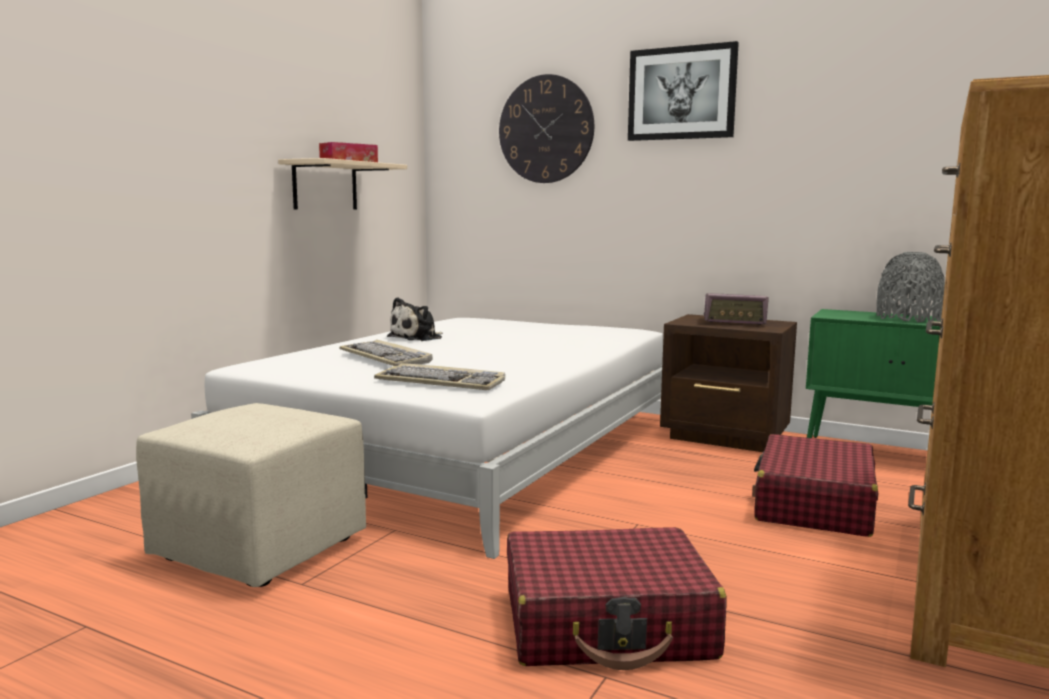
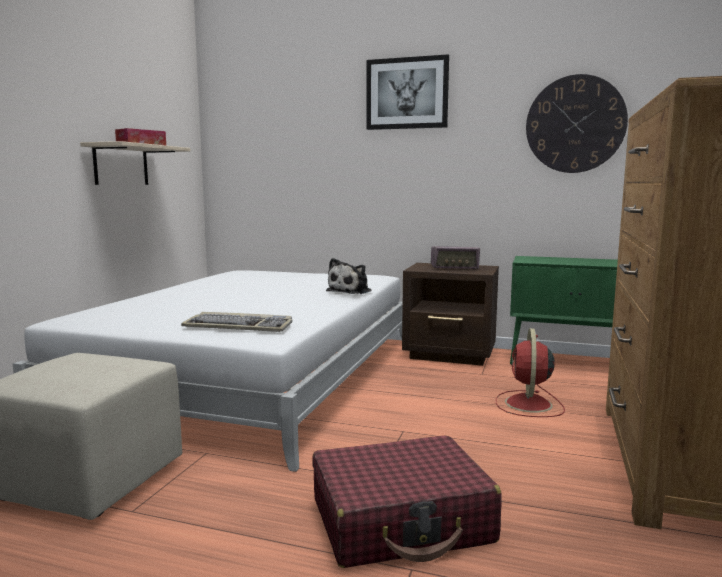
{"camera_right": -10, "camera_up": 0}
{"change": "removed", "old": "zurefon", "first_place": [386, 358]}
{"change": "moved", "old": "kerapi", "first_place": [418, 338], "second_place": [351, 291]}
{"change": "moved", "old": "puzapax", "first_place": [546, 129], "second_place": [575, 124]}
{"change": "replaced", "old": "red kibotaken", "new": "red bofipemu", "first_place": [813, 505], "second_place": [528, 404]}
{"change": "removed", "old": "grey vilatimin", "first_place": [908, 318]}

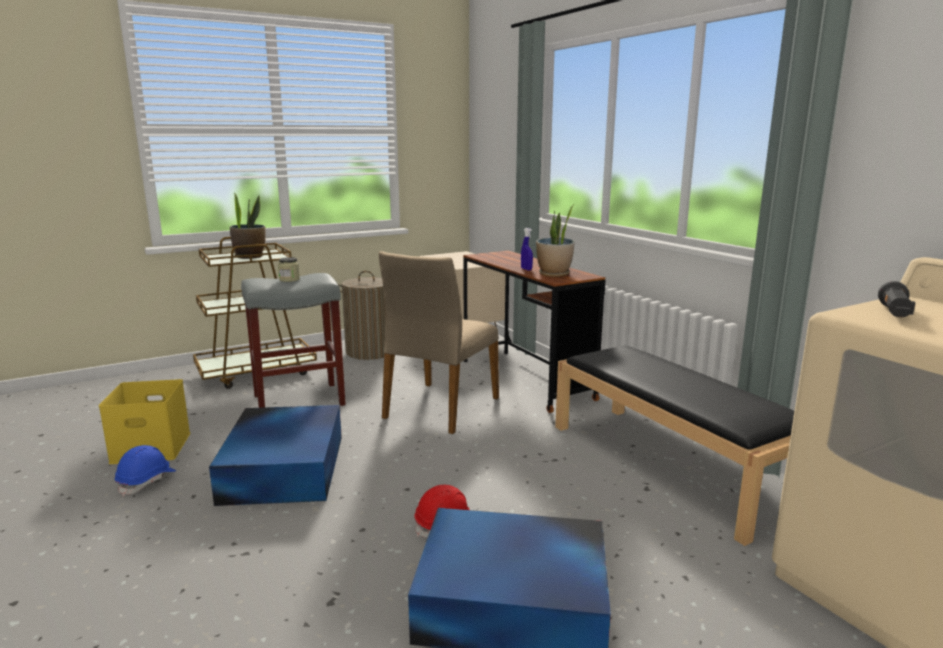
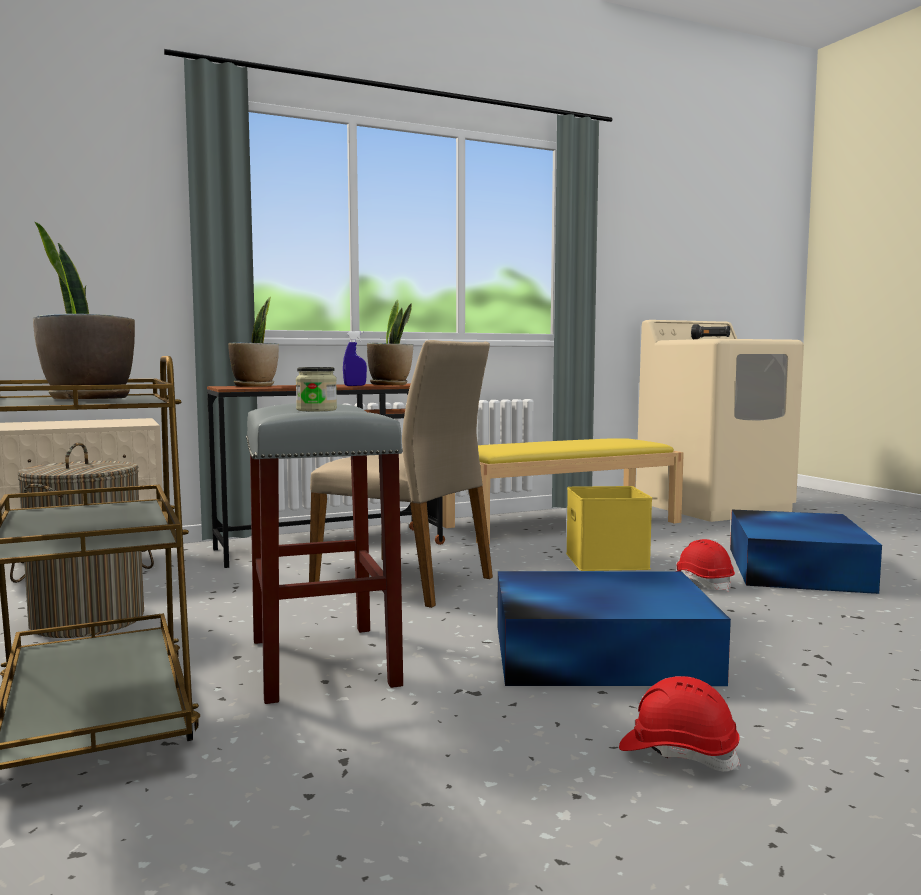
{"camera_right": -85, "camera_up": -10}
{"change": "moved", "old": "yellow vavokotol", "first_place": [153, 447], "second_place": [604, 560]}
{"change": "recoloured", "old": "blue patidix", "new": "red patidix", "first_place": [147, 481], "second_place": [678, 753]}
{"change": "recoloured", "old": "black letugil", "new": "yellow letugil", "first_place": [670, 465], "second_place": [564, 524]}
{"change": "added", "new": "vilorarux", "second_place": [255, 386]}

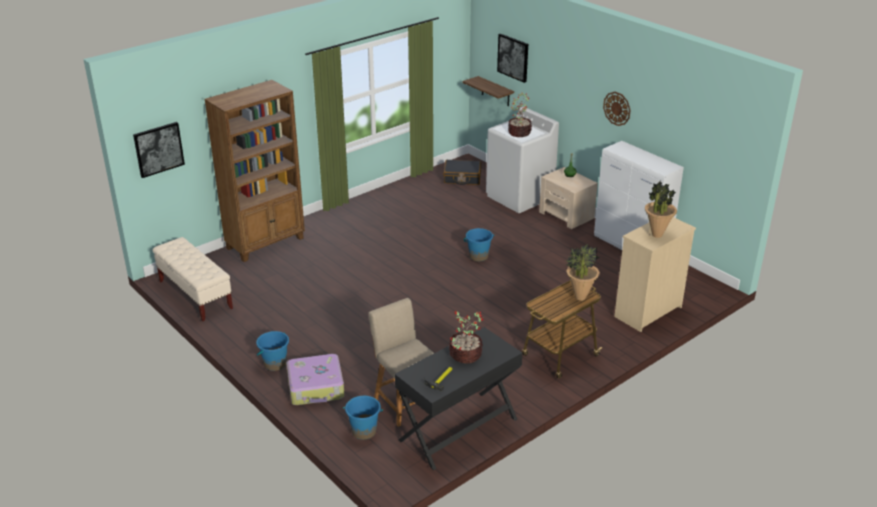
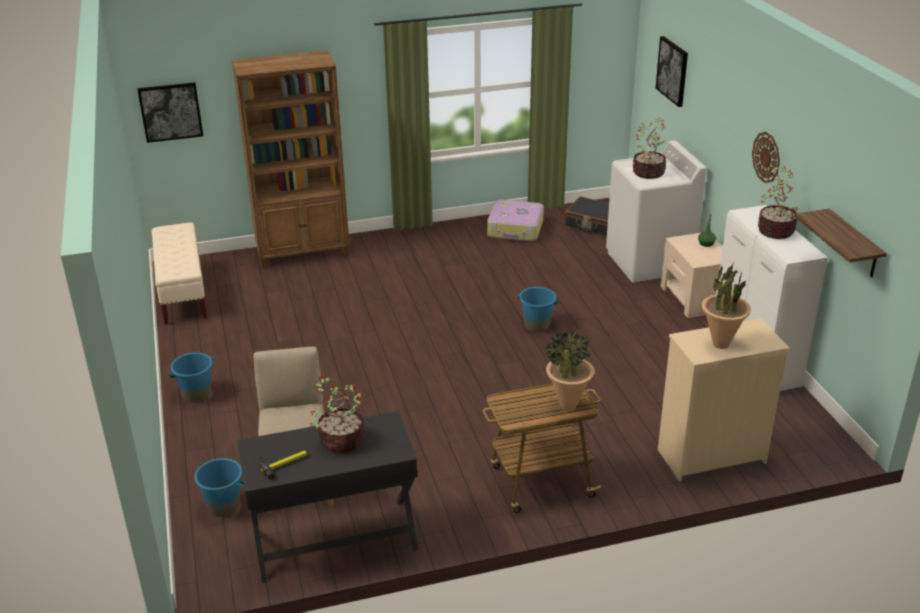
{"camera_right": 25, "camera_up": 0}
{"change": "moved", "old": "kibotaken", "first_place": [316, 387], "second_place": [515, 229]}
{"change": "moved", "old": "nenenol", "first_place": [495, 91], "second_place": [854, 244]}
{"change": "added", "new": "vilorarux", "second_place": [775, 230]}

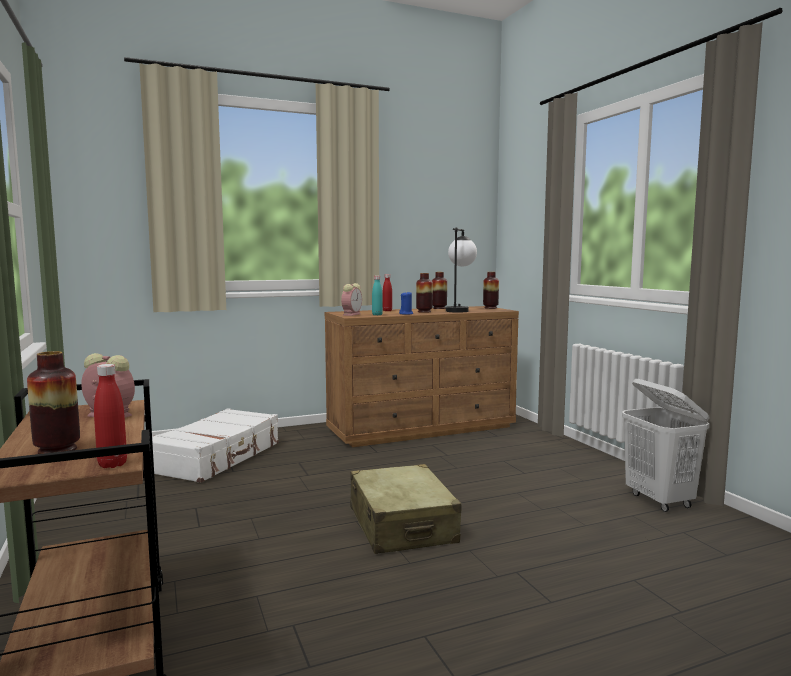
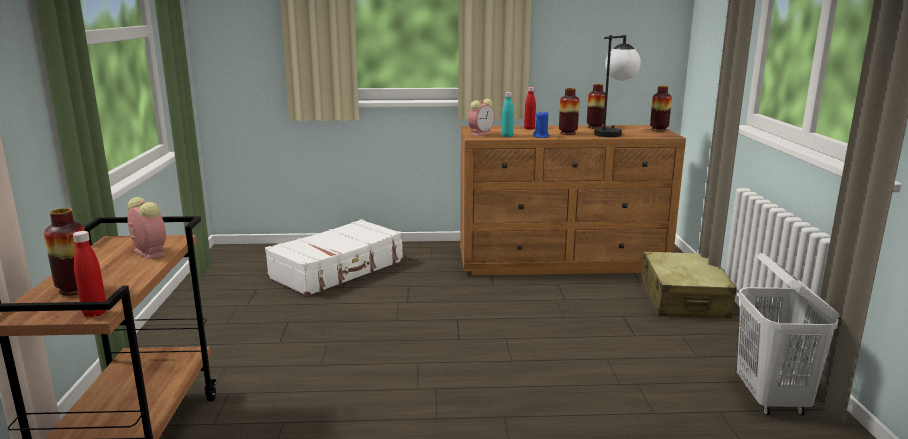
{"camera_right": 20, "camera_up": 10}
{"change": "moved", "old": "beige kibotaken", "first_place": [402, 525], "second_place": [683, 299]}

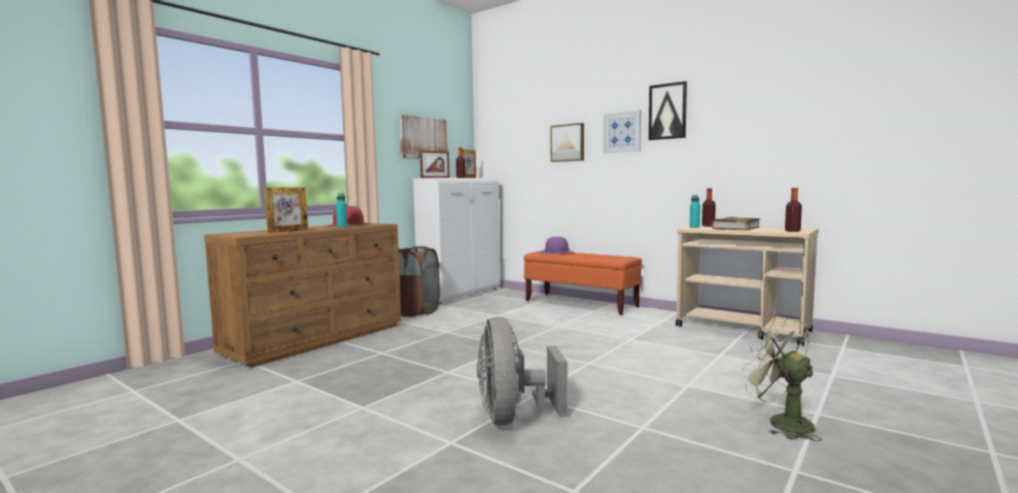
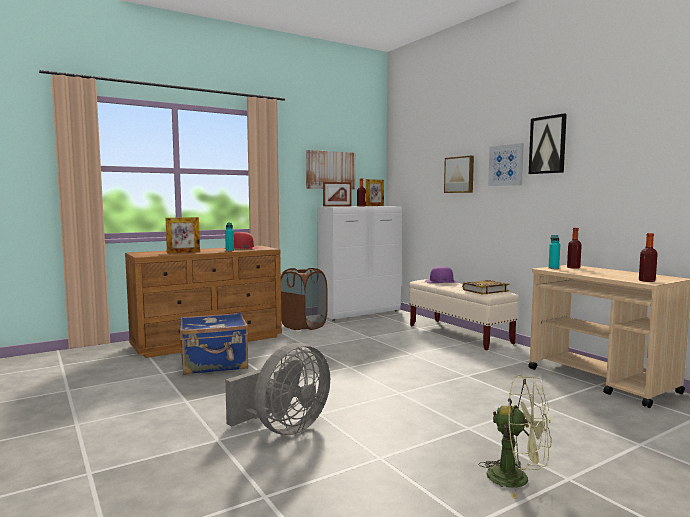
{"camera_right": 20, "camera_up": 0}
{"change": "turned", "old": "grey bofipemu", "first_place": [513, 417], "second_place": [284, 429], "degrees": -150}
{"change": "recoloured", "old": "orange letugil", "new": "beige letugil", "first_place": [580, 304], "second_place": [459, 334]}
{"change": "moved", "old": "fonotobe", "first_place": [735, 228], "second_place": [485, 290]}
{"change": "turned", "old": "green bofipemu", "first_place": [781, 422], "second_place": [517, 479], "degrees": 135}
{"change": "added", "new": "blue kibotaken", "second_place": [215, 364]}

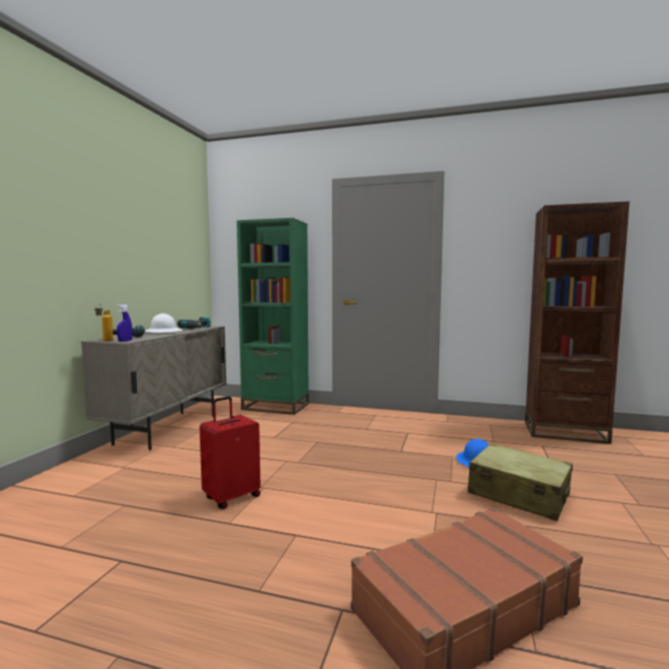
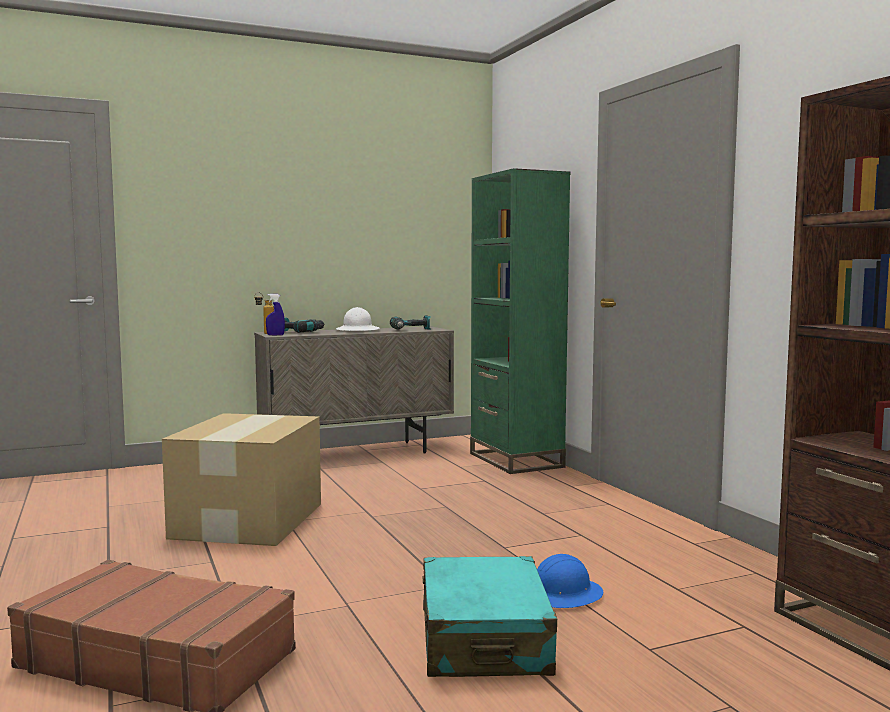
{"camera_right": 50, "camera_up": 0}
{"change": "replaced", "old": "red kibotaken", "new": "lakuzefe", "first_place": [231, 497], "second_place": [250, 520]}
{"change": "recoloured", "old": "beige kibotaken", "new": "turquoise kibotaken", "first_place": [518, 494], "second_place": [484, 640]}

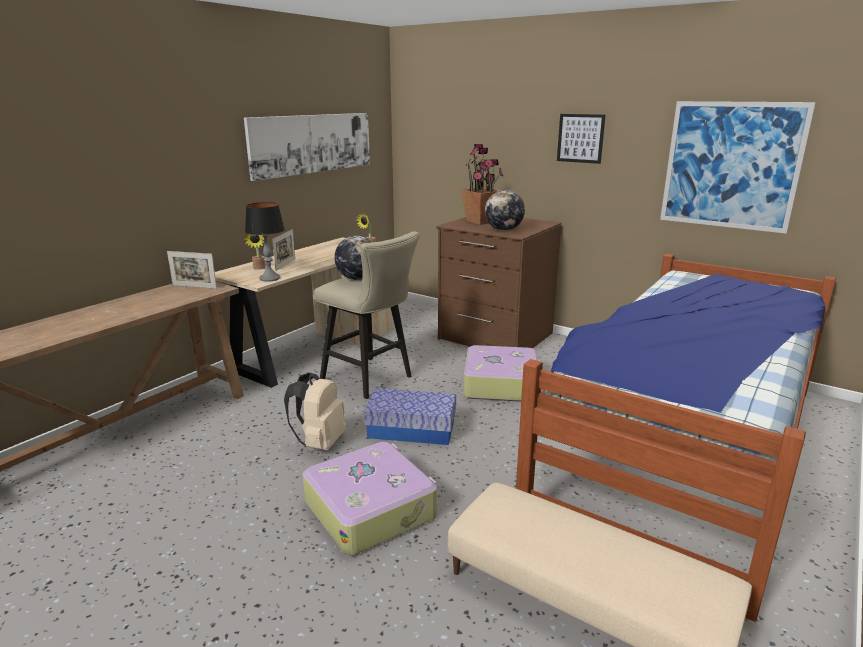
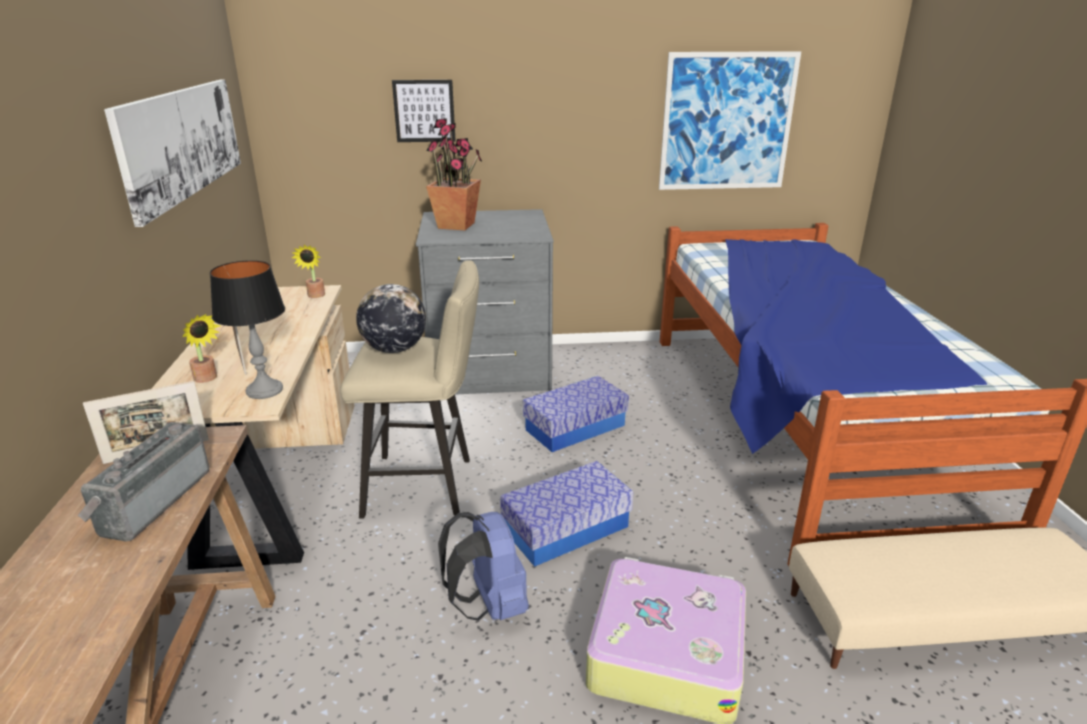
{"camera_right": -40, "camera_up": 5}
{"change": "recoloured", "old": "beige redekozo", "new": "blue redekozo", "first_place": [320, 443], "second_place": [489, 605]}
{"change": "recoloured", "old": "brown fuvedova", "new": "grey fuvedova", "first_place": [494, 337], "second_place": [490, 371]}
{"change": "replaced", "old": "kibotaken", "new": "vavokotol", "first_place": [500, 384], "second_place": [575, 428]}
{"change": "removed", "old": "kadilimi", "first_place": [503, 230]}
{"change": "moved", "old": "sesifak", "first_place": [580, 138], "second_place": [424, 111]}
{"change": "added", "new": "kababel", "second_place": [152, 501]}

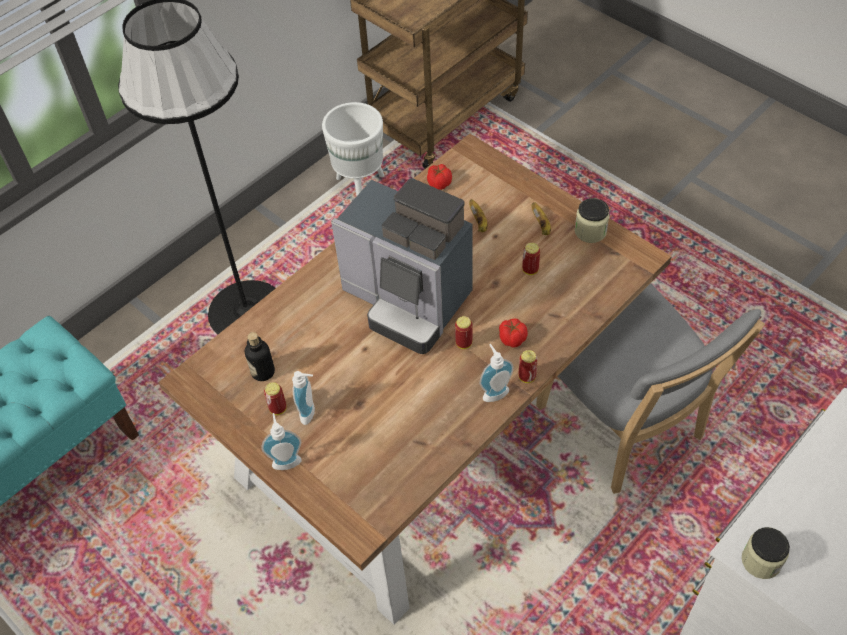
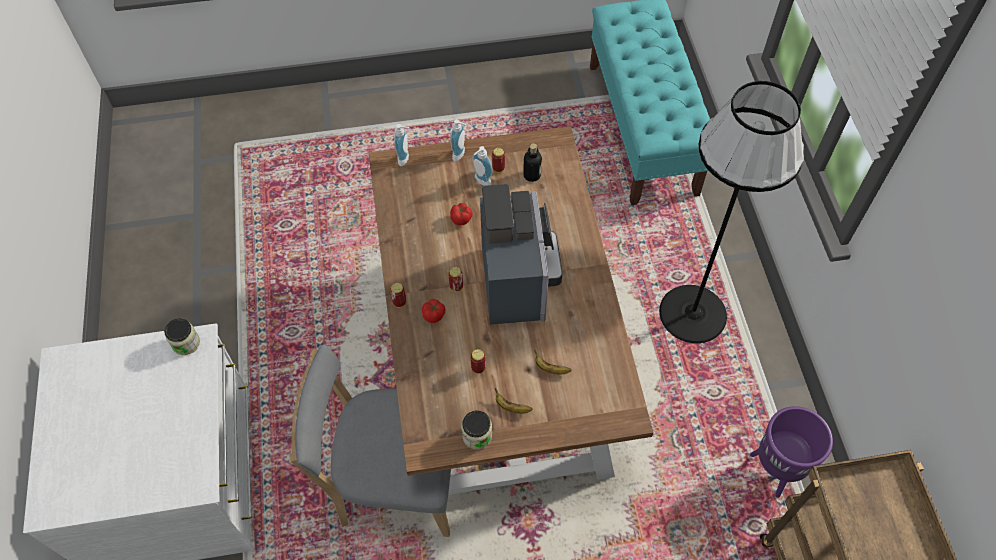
{"camera_right": 125, "camera_up": 5}
{"change": "recoloured", "old": "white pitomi", "new": "purple pitomi", "first_place": [360, 186], "second_place": [776, 470]}
{"change": "turned", "old": "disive", "first_place": [408, 300], "second_place": [518, 279], "degrees": 105}
{"change": "moved", "old": "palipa", "first_place": [439, 183], "second_place": [461, 219]}
{"change": "moved", "old": "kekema", "first_place": [494, 392], "second_place": [405, 159]}

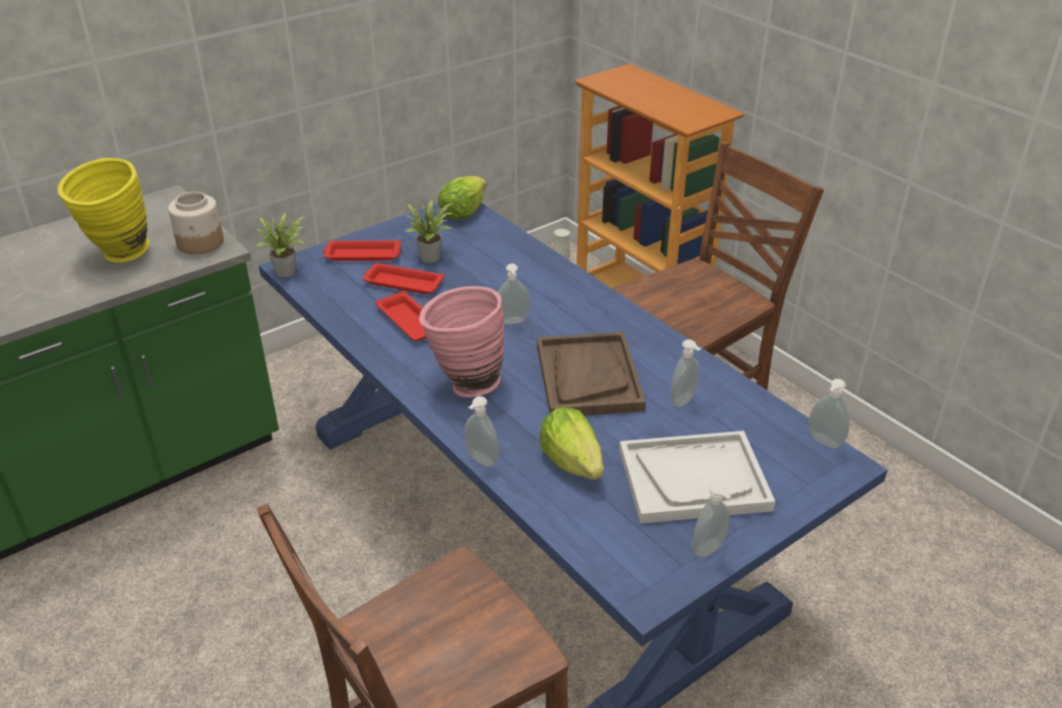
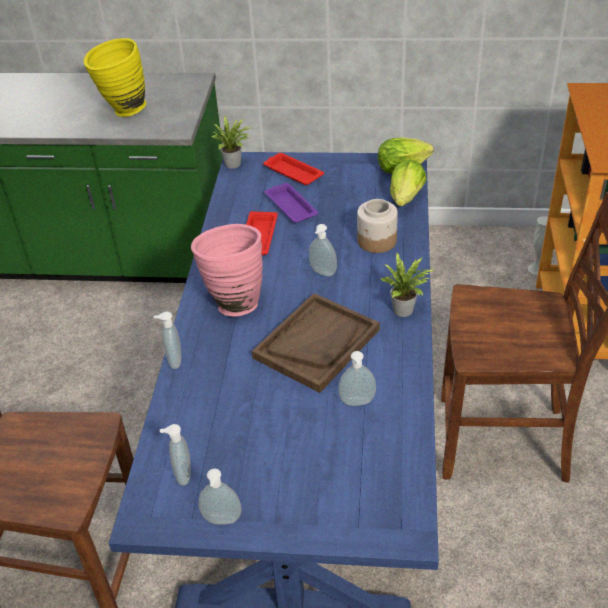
{"camera_right": 45, "camera_up": 5}
{"change": "moved", "old": "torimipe", "first_place": [201, 243], "second_place": [377, 241]}
{"change": "recoloured", "old": "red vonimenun", "new": "purple vonimenun", "first_place": [402, 283], "second_place": [290, 206]}
{"change": "moved", "old": "vilorarux", "first_place": [432, 257], "second_place": [405, 311]}
{"change": "moved", "old": "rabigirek", "first_place": [572, 462], "second_place": [406, 198]}
{"change": "removed", "old": "white vonimenun", "first_place": [694, 479]}
{"change": "moved", "old": "kekema", "first_place": [823, 442], "second_place": [182, 475]}

